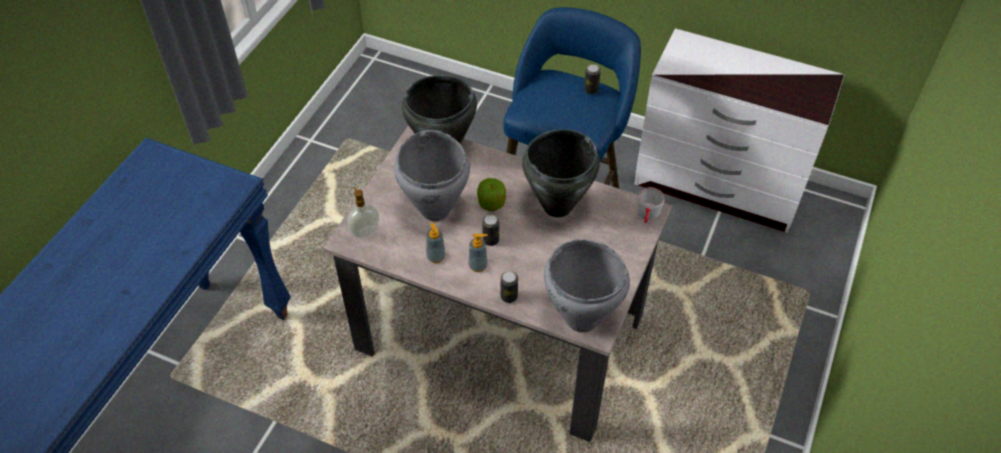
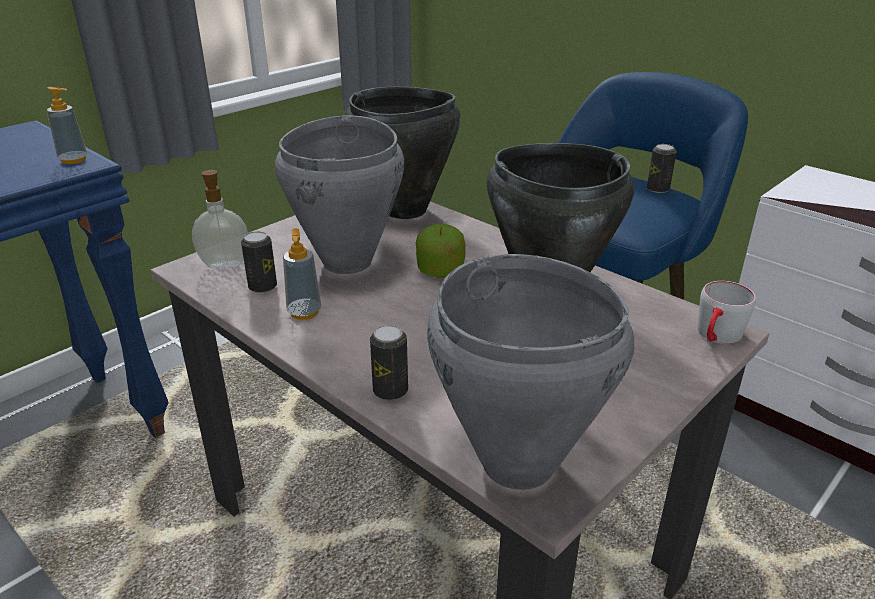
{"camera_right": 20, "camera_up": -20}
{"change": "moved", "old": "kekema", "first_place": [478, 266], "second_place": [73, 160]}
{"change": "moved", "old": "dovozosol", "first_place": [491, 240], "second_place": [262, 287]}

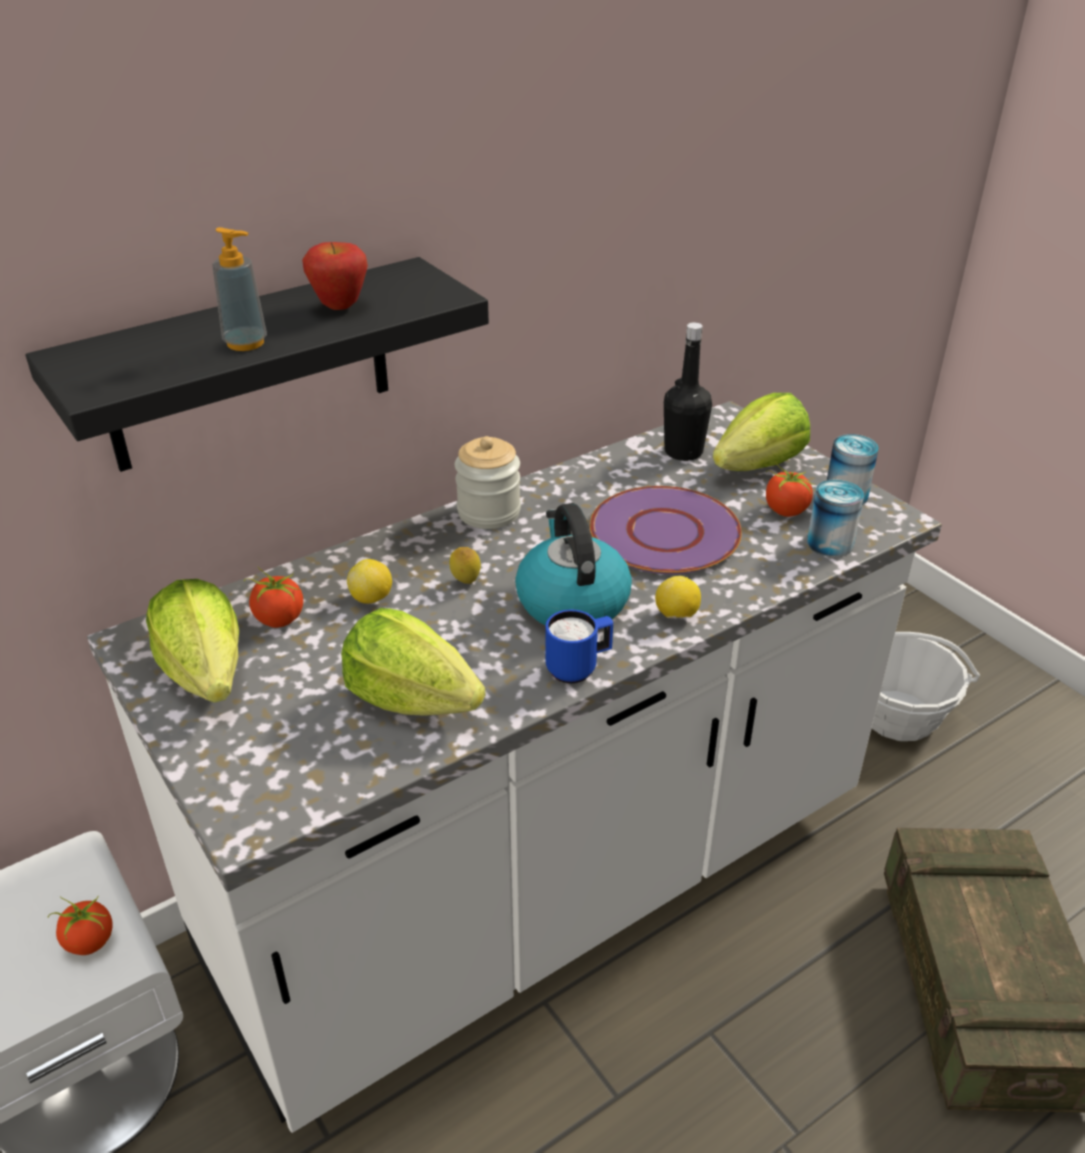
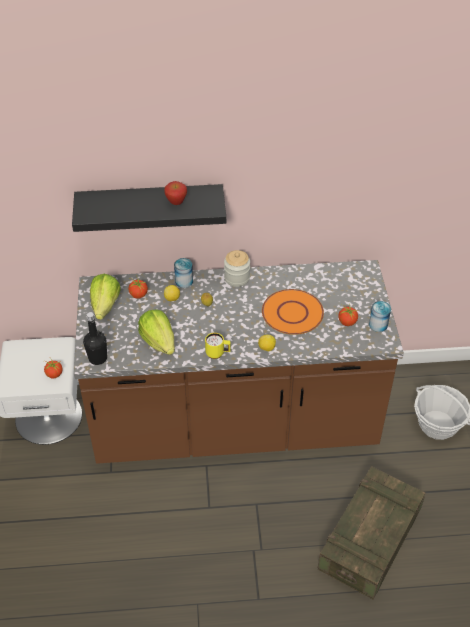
{"camera_right": 30, "camera_up": 10}
{"change": "recoloured", "old": "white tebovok", "new": "brown tebovok", "first_place": [542, 881], "second_place": [235, 423]}
{"change": "removed", "old": "kekema", "first_place": [246, 343]}
{"change": "removed", "old": "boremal", "first_place": [571, 601]}
{"change": "recoloured", "old": "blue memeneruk", "new": "yellow memeneruk", "first_place": [579, 668], "second_place": [218, 354]}
{"change": "recoloured", "old": "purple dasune", "new": "orange dasune", "first_place": [665, 533], "second_place": [292, 313]}
{"change": "moved", "old": "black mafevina", "first_place": [683, 452], "second_place": [98, 358]}
{"change": "removed", "old": "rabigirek", "first_place": [759, 465]}
{"change": "moved", "old": "dovozosol", "first_place": [830, 543], "second_place": [184, 281]}

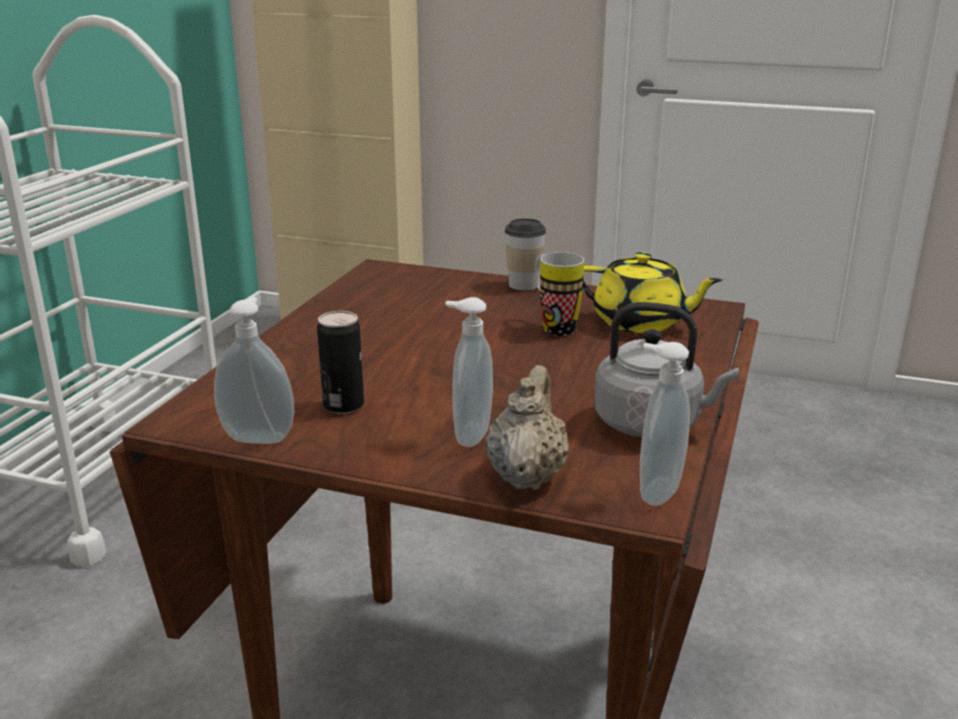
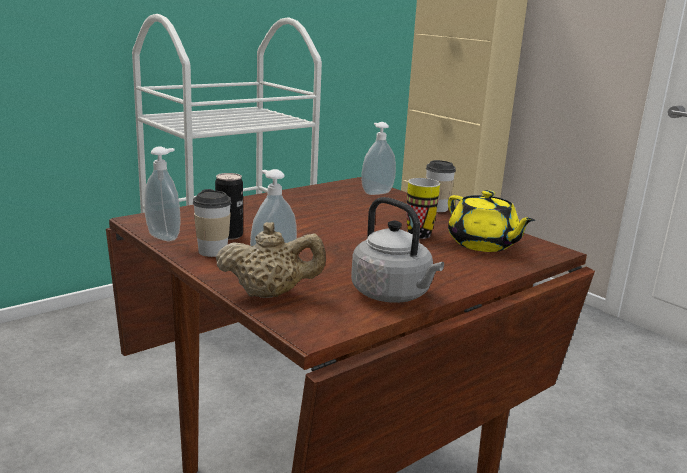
{"camera_right": 30, "camera_up": -5}
{"change": "turned", "old": "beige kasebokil", "first_place": [527, 475], "second_place": [270, 294], "degrees": 45}
{"change": "moved", "old": "kekema", "first_place": [656, 491], "second_place": [376, 192]}
{"change": "added", "new": "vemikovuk", "second_place": [212, 251]}

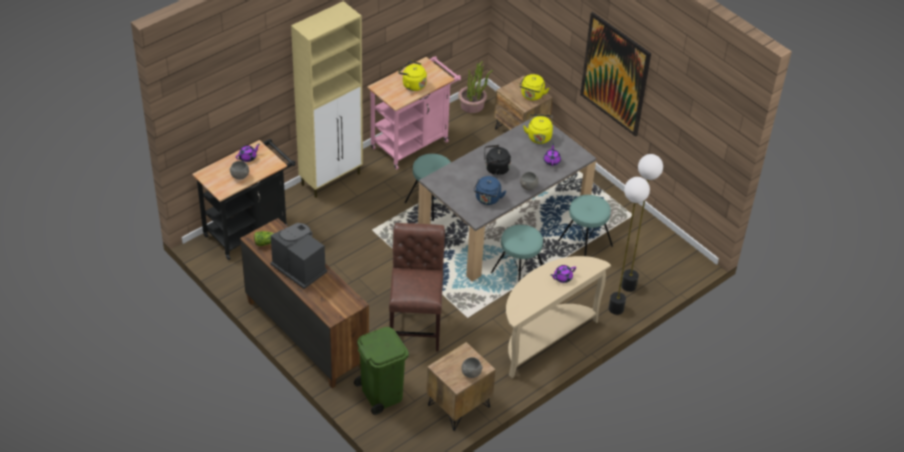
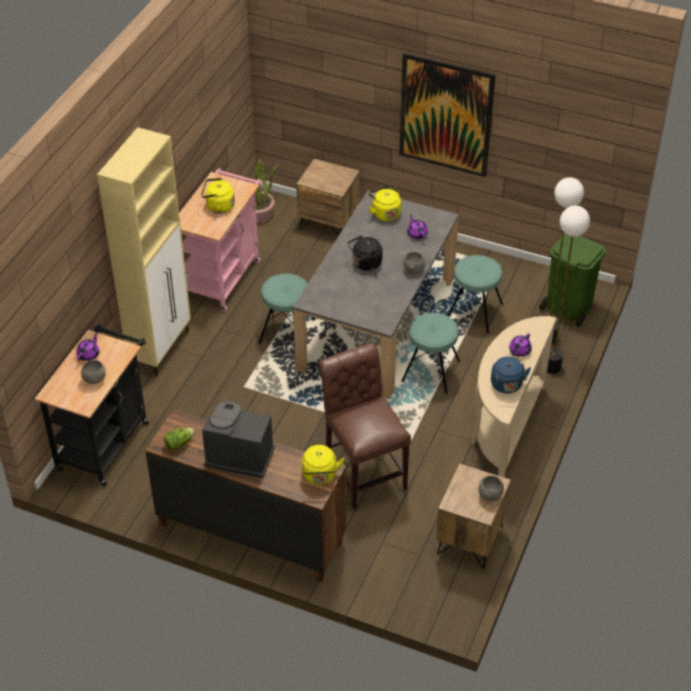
{"camera_right": -25, "camera_up": 0}
{"change": "moved", "old": "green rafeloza", "first_place": [381, 393], "second_place": [567, 308]}
{"change": "moved", "old": "blue boremal", "first_place": [487, 199], "second_place": [507, 386]}
{"change": "moved", "old": "yellow boremal", "first_place": [532, 96], "second_place": [320, 476]}

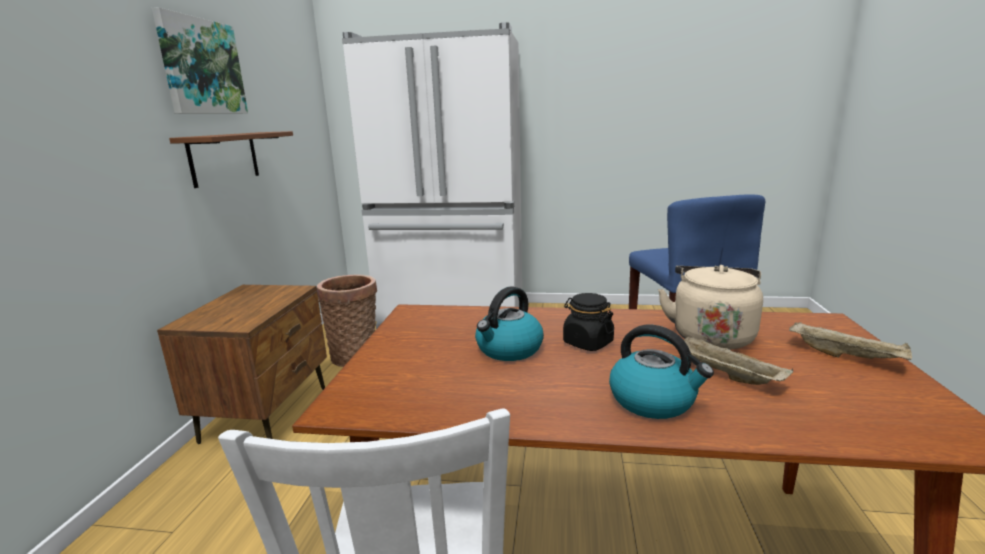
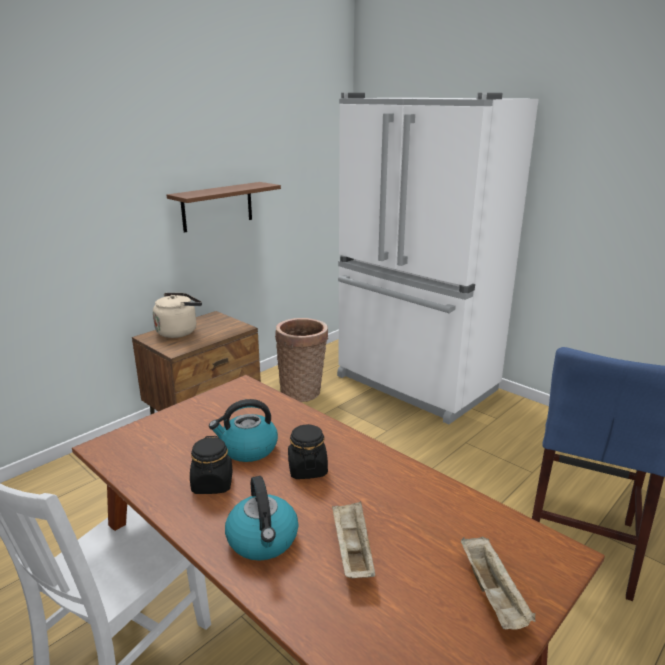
{"camera_right": 35, "camera_up": 5}
{"change": "removed", "old": "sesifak", "first_place": [201, 67]}
{"change": "moved", "old": "beige boremal", "first_place": [710, 335], "second_place": [179, 331]}
{"change": "added", "new": "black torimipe", "second_place": [212, 484]}

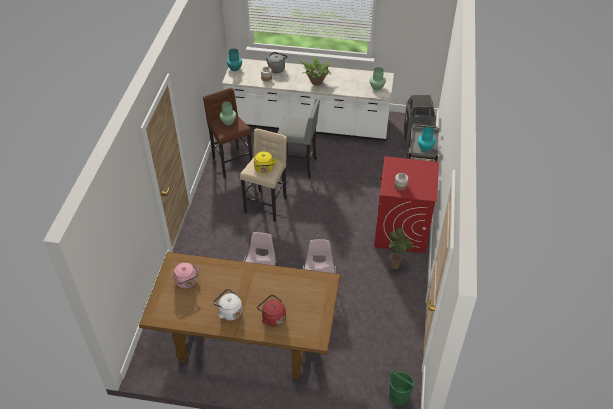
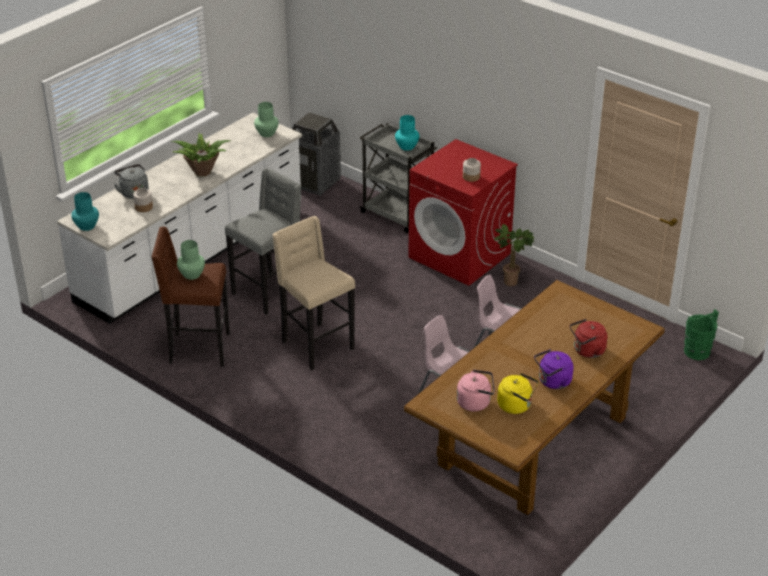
{"camera_right": -60, "camera_up": -10}
{"change": "recoloured", "old": "white boremal", "new": "purple boremal", "first_place": [229, 312], "second_place": [553, 382]}
{"change": "moved", "old": "yellow boremal", "first_place": [264, 169], "second_place": [516, 406]}

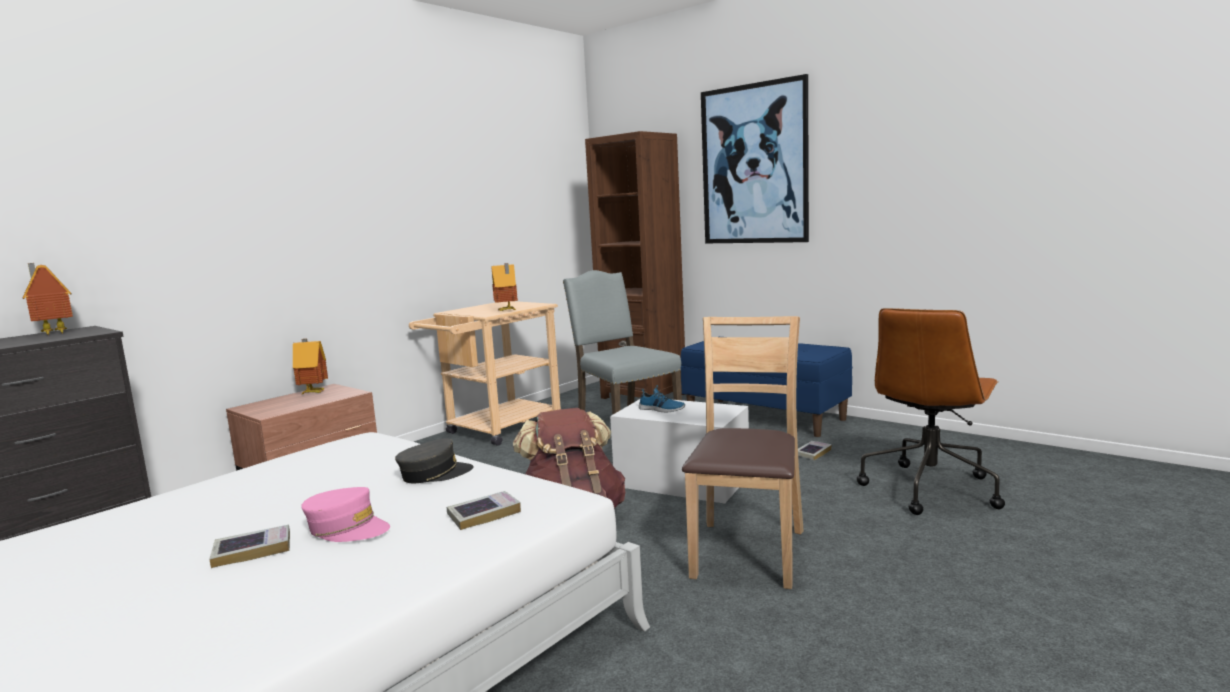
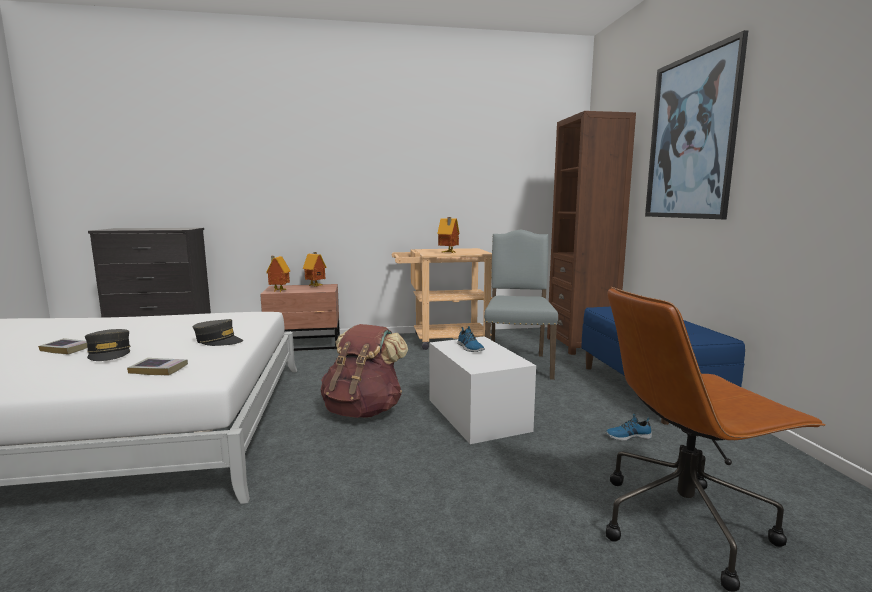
{"camera_right": 40, "camera_up": 0}
{"change": "moved", "old": "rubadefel", "first_place": [52, 333], "second_place": [278, 291]}
{"change": "recoloured", "old": "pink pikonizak", "new": "grey pikonizak", "first_place": [347, 528], "second_place": [109, 353]}
{"change": "removed", "old": "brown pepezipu", "first_place": [747, 552]}
{"change": "replaced", "old": "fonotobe", "new": "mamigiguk", "first_place": [813, 453], "second_place": [627, 436]}

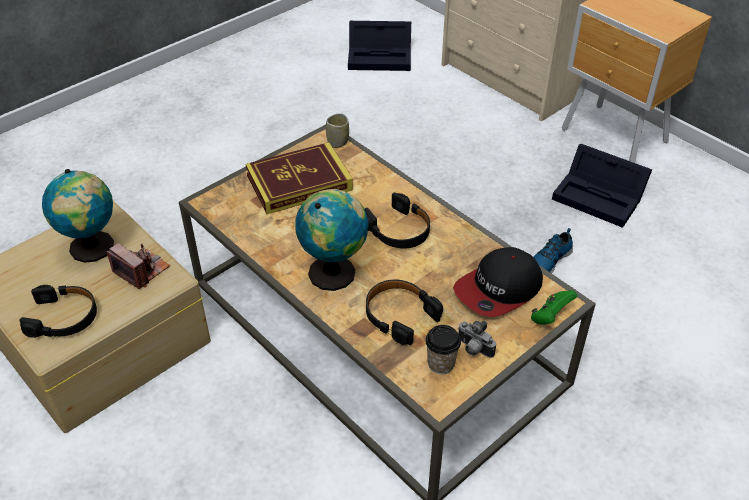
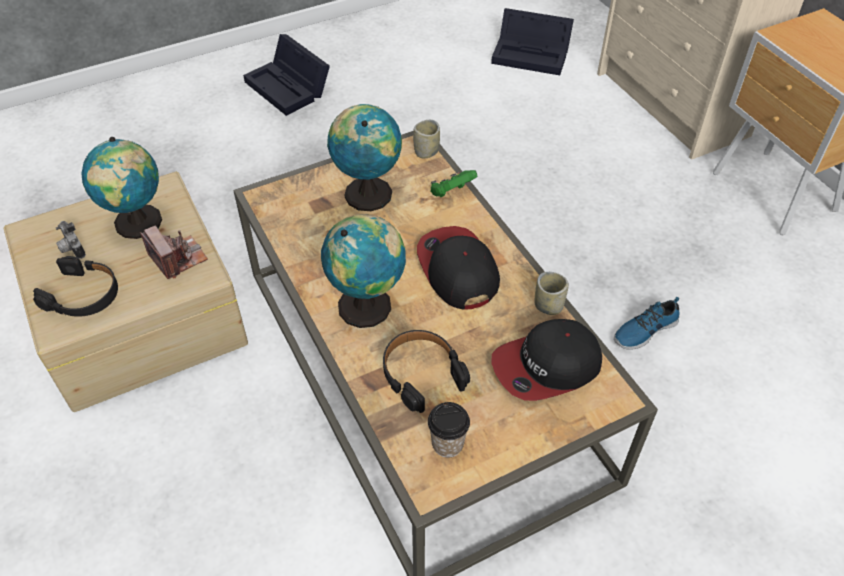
{"camera_right": 15, "camera_up": 5}
{"change": "replaced", "old": "fonotobe", "new": "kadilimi", "first_place": [299, 183], "second_place": [367, 192]}
{"change": "replaced", "old": "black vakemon", "new": "pikonizak", "first_place": [399, 230], "second_place": [457, 270]}
{"change": "moved", "old": "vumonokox", "first_place": [473, 349], "second_place": [71, 249]}
{"change": "moved", "old": "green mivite", "first_place": [550, 317], "second_place": [451, 193]}
{"change": "moved", "old": "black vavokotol", "first_place": [601, 197], "second_place": [290, 88]}
{"change": "added", "new": "vemikovuk", "second_place": [548, 306]}

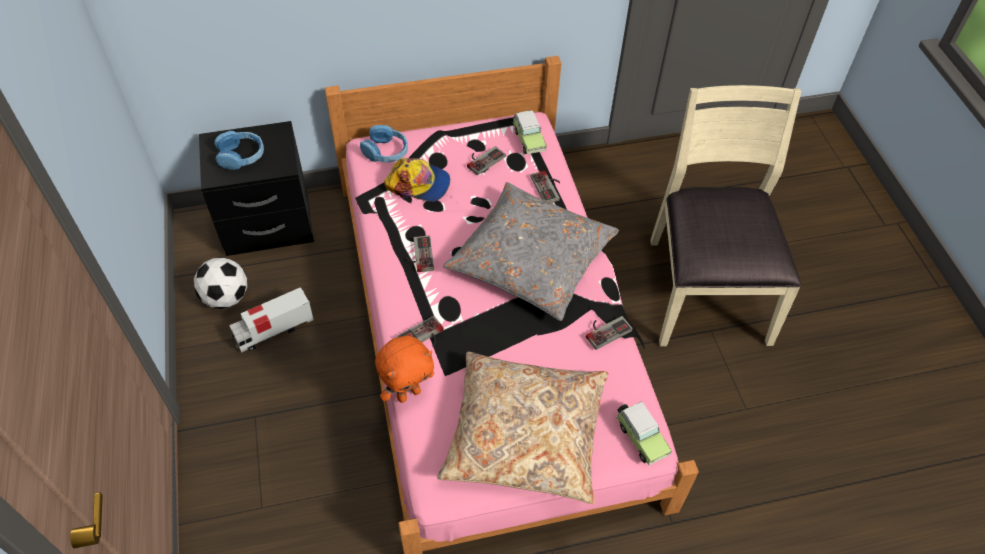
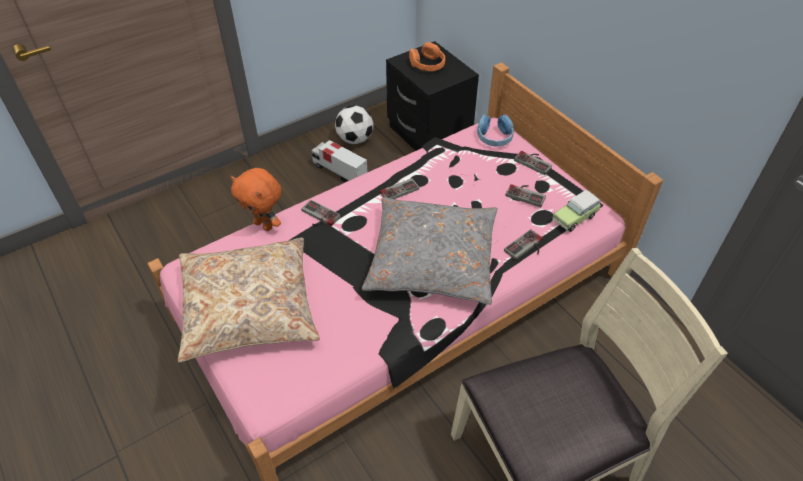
{"camera_right": 70, "camera_up": -5}
{"change": "recoloured", "old": "blue vakemon", "new": "orange vakemon", "first_place": [241, 156], "second_place": [427, 65]}
{"change": "removed", "old": "pikonizak", "first_place": [419, 184]}
{"change": "moved", "old": "mivite", "first_place": [605, 330], "second_place": [535, 161]}
{"change": "removed", "old": "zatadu", "first_place": [640, 437]}

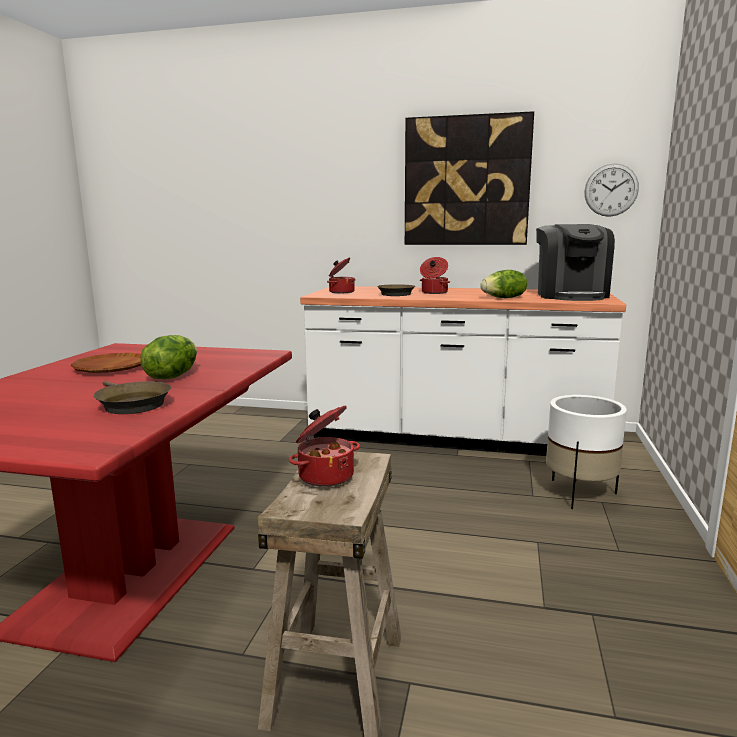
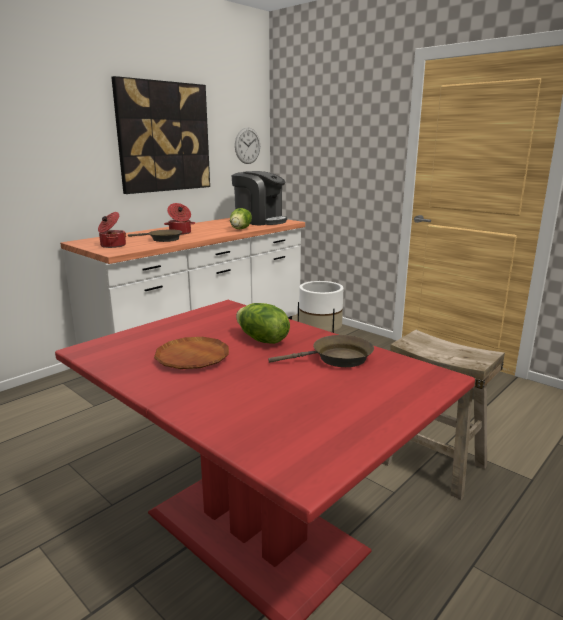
{"camera_right": -60, "camera_up": 5}
{"change": "removed", "old": "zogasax", "first_place": [325, 475]}

